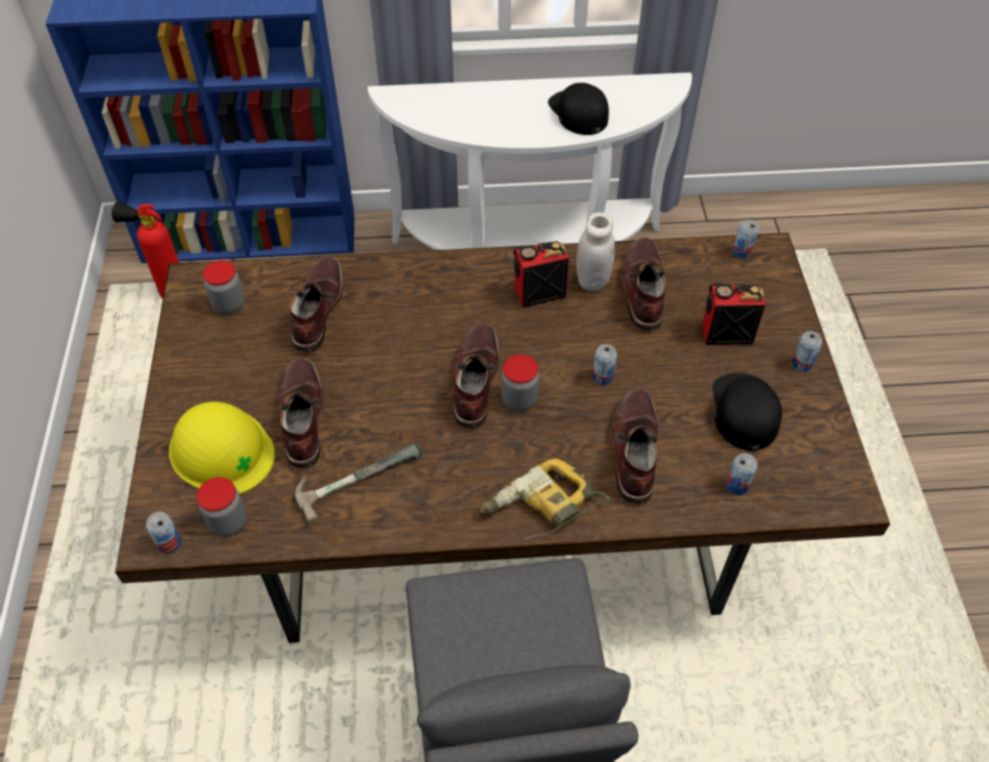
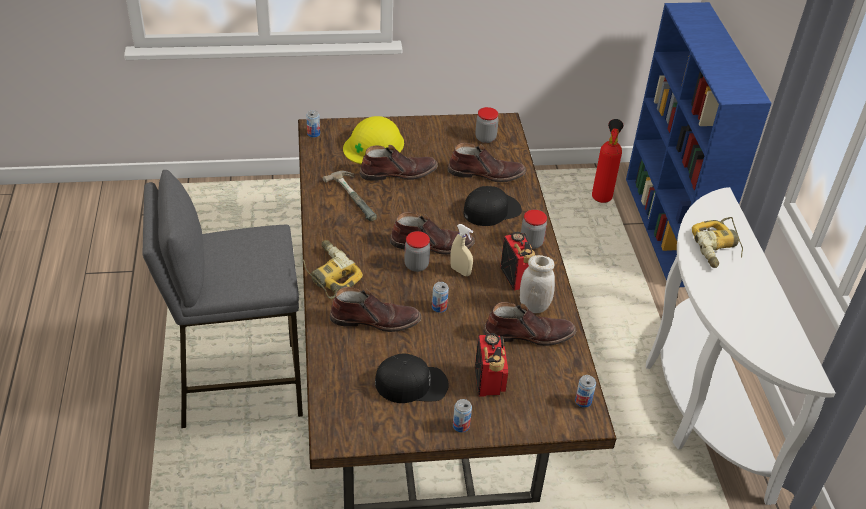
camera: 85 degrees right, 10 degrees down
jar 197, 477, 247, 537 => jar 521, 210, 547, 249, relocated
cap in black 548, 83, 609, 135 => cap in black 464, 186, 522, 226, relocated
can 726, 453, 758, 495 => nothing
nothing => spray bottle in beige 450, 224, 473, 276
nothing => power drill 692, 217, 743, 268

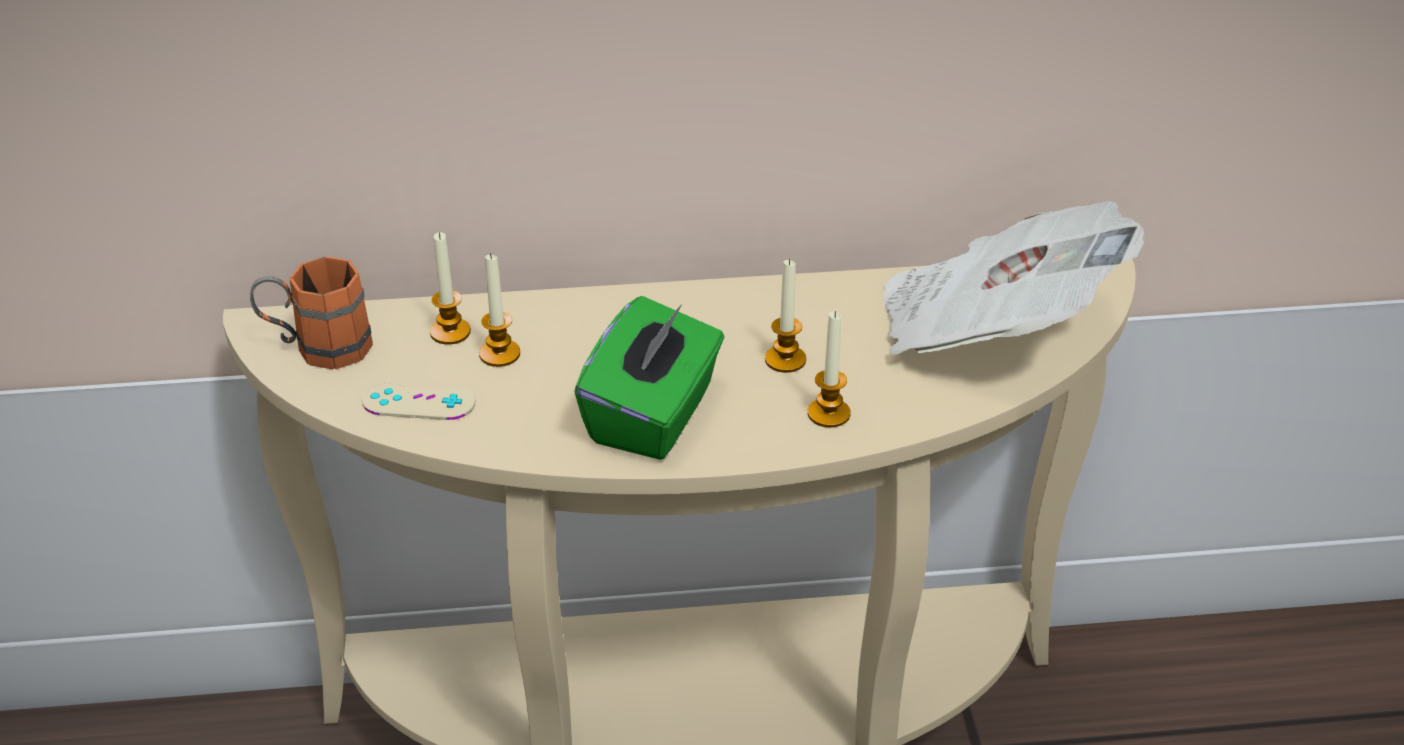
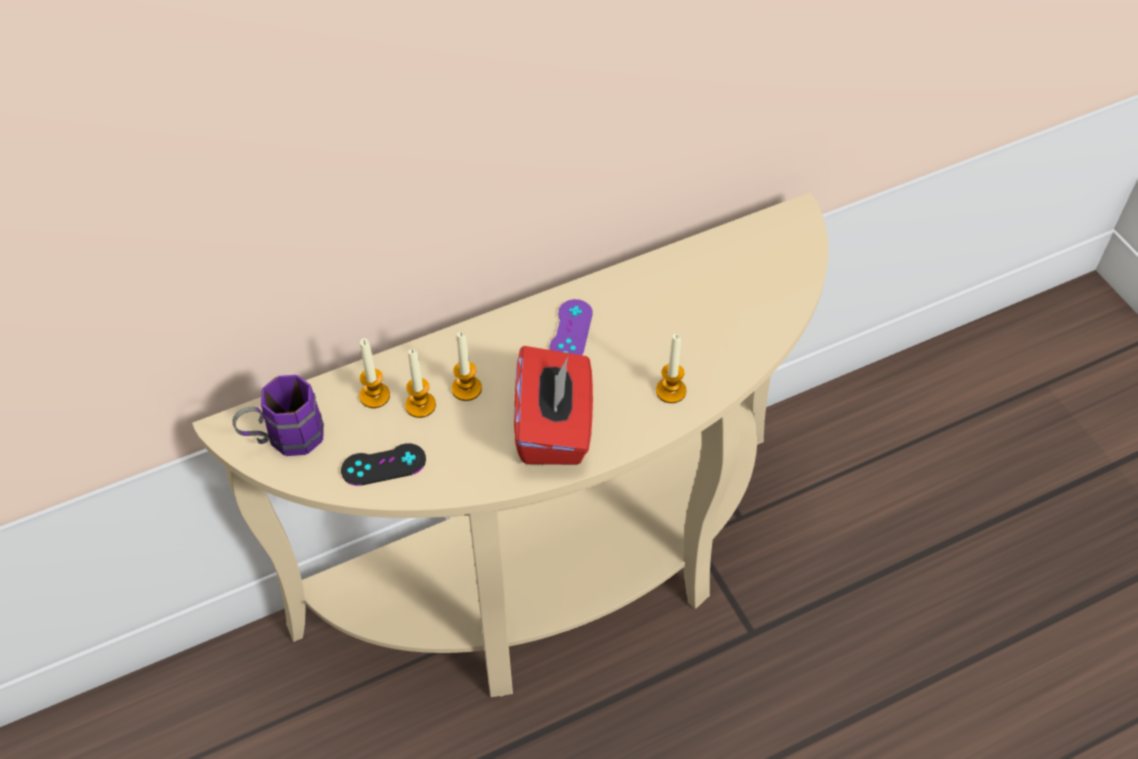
camera: 20 degrees left, 15 degrees up
mug in orange 250, 257, 373, 370 => mug in purple 232, 375, 324, 456
game controller in beige 362, 381, 475, 420 => game controller in black 341, 443, 426, 486
tissue box in green 574, 296, 724, 460 => tissue box in red 514, 346, 593, 465
candle 765, 259, 806, 373 => candle 451, 332, 482, 401, relocated
newspaper 884, 201, 1144, 355 => nothing
nothing => game controller in purple 550, 299, 593, 355

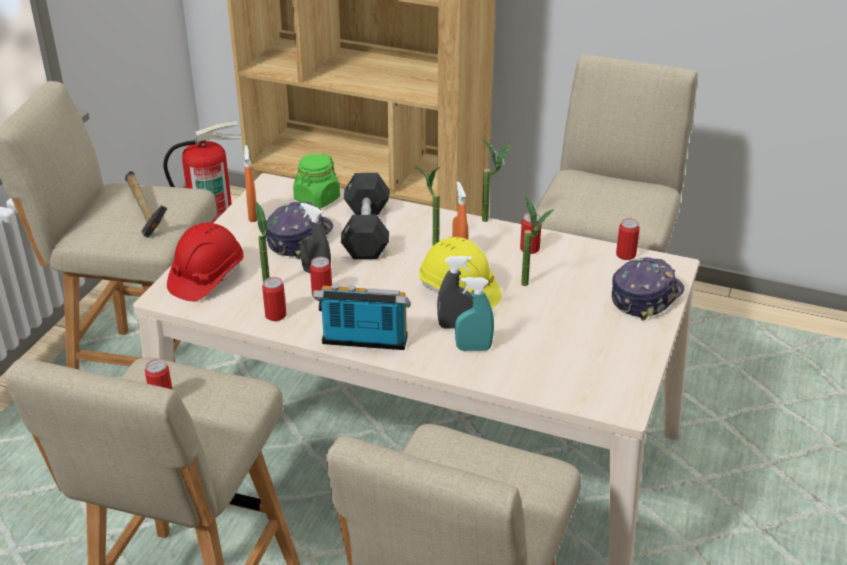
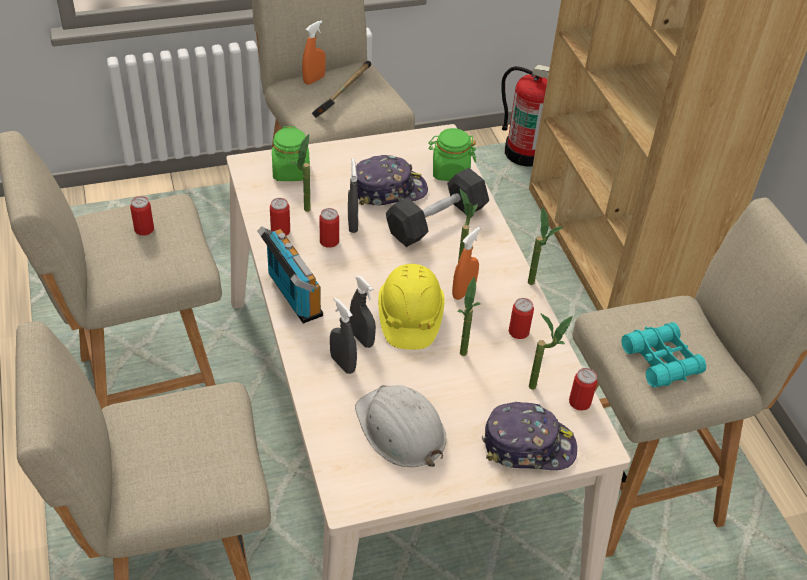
camera: 50 degrees right, 10 degrees up
hard hat in red 167, 223, 243, 301 => jar in green 272, 126, 310, 181
spray bottle in orange 244, 145, 257, 222 => spray bottle in orange 302, 20, 326, 85, relocated
spray bottle in turquoise 455, 277, 494, 351 => spray bottle in grey 330, 297, 357, 374
nothing => hard hat in white 355, 385, 446, 467
nothing => potted plant 529, 313, 573, 390
nothing => binoculars in turquoise 621, 322, 706, 387

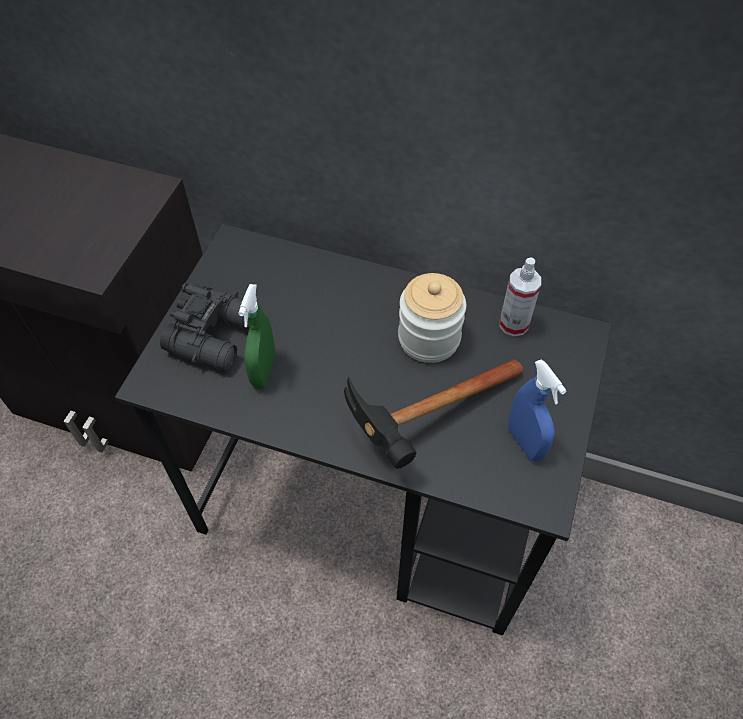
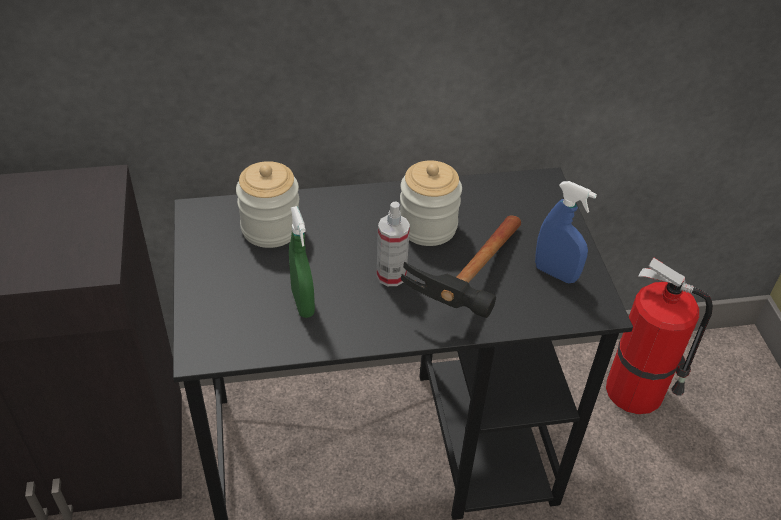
camera: 30 degrees left, 10 degrees down
binoculars in black 160, 283, 249, 371 => nothing
spray bottle 500, 258, 541, 336 => spray bottle 376, 201, 410, 286, relocated
nothing => jar 236, 161, 299, 248
nothing => fire extinguisher 606, 258, 713, 414

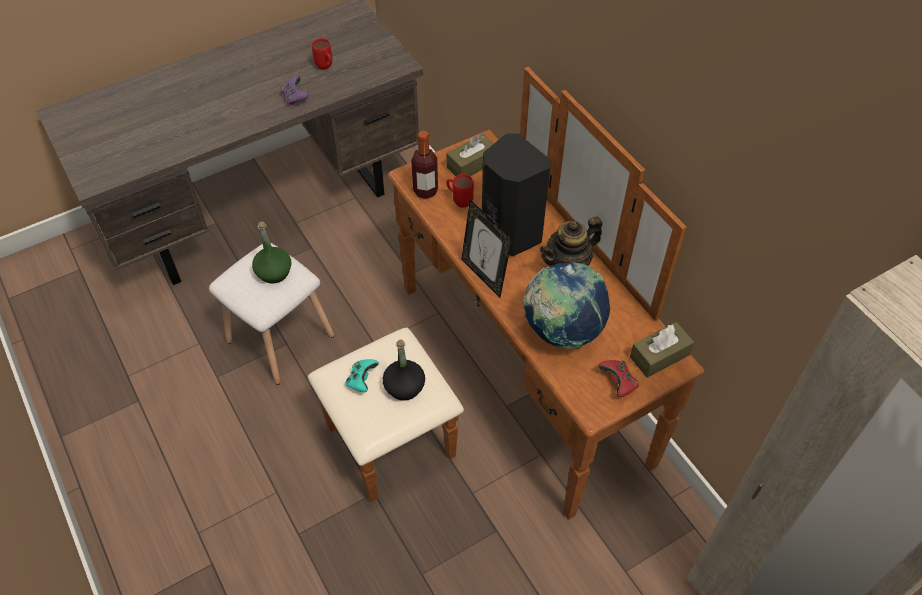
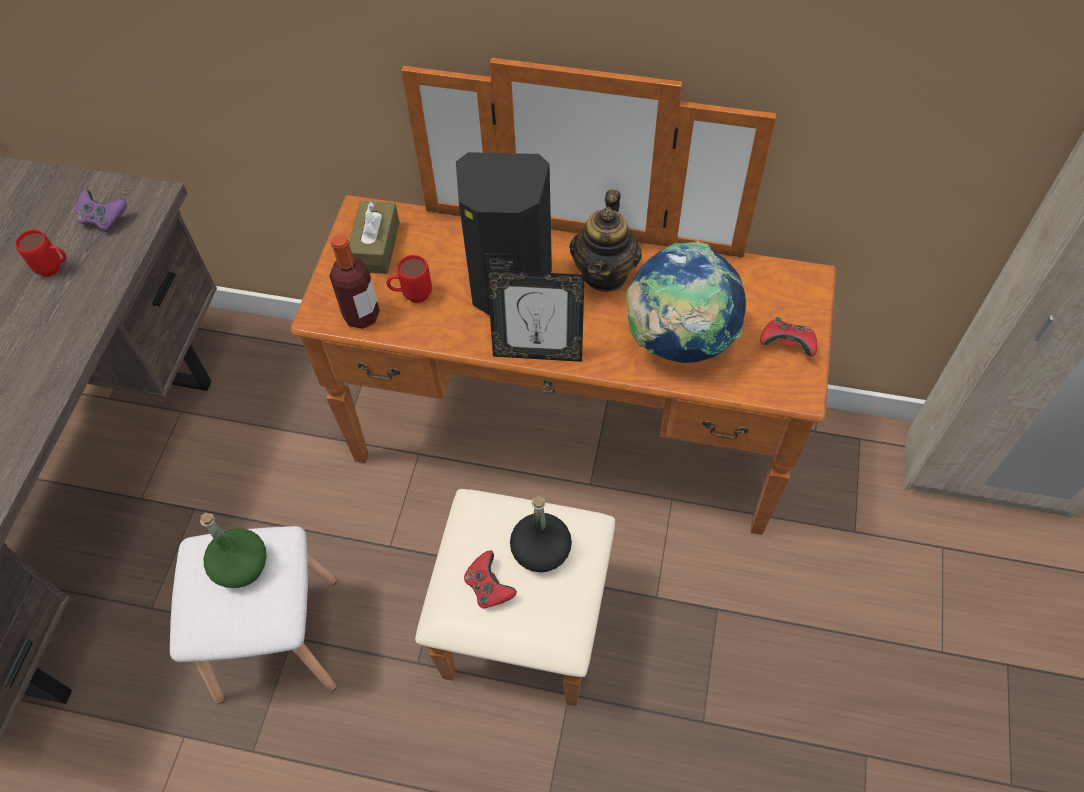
camera: 45 degrees left, 5 degrees up
game controller in purple 281, 76, 309, 106 => game controller in purple 75, 190, 127, 232, relocated
game controller in turquoise 346, 359, 379, 392 => game controller in red 464, 550, 517, 609
tissue box in brown 630, 322, 694, 378 => nothing

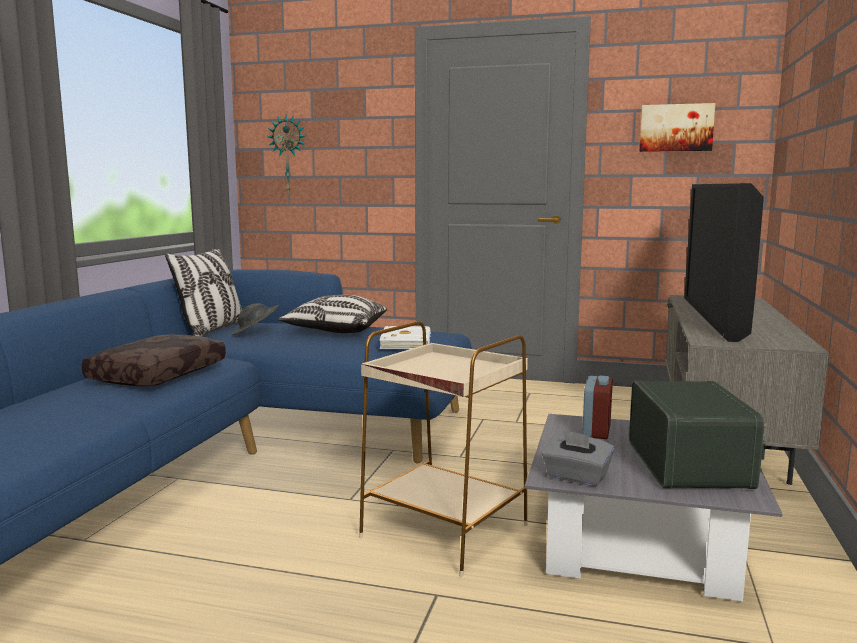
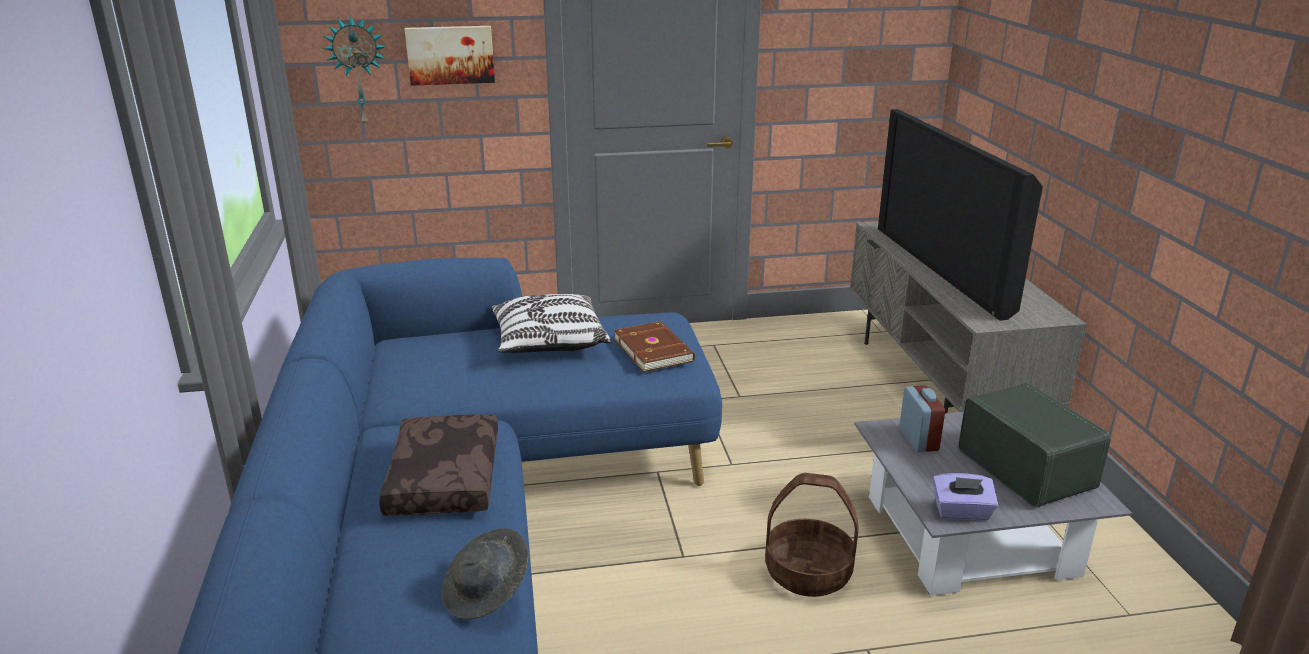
camera: 25 degrees left, 15 degrees up
pillow 165, 248, 242, 337 => nothing
hat in grey 232, 304, 279, 335 => hat in grey 442, 528, 529, 620, relocated
side table in beige 359, 321, 528, 577 => basket 765, 473, 859, 597
book in white 380, 326, 431, 349 => book in brown 613, 321, 695, 372
tissue box in grey 542, 430, 614, 486 => tissue box in purple 933, 473, 998, 521
picture 639, 103, 715, 152 => picture 405, 26, 495, 86, relocated

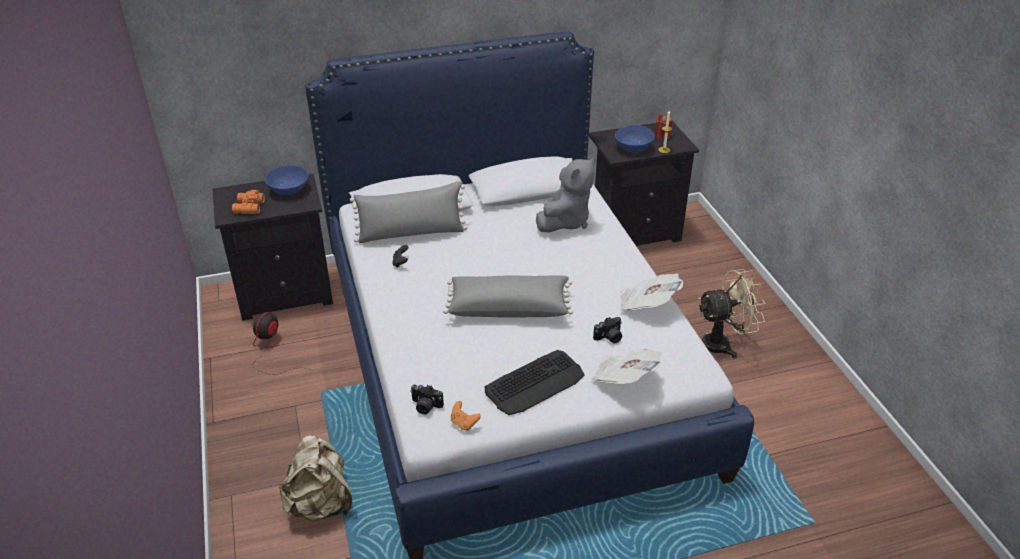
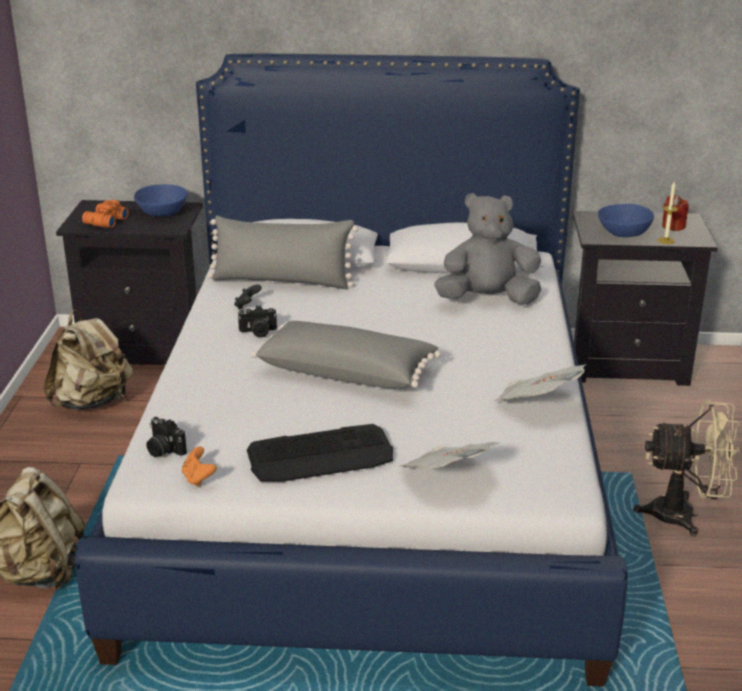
camera: 20 degrees right, 10 degrees down
fan 253, 312, 313, 375 => backpack in beige 44, 310, 133, 411
plush toy in grey 536, 157, 595, 233 => plush toy in grey 434, 193, 541, 305, 150 degrees counterclockwise
photo camera 593, 317, 622, 343 => photo camera 238, 305, 277, 338, relocated

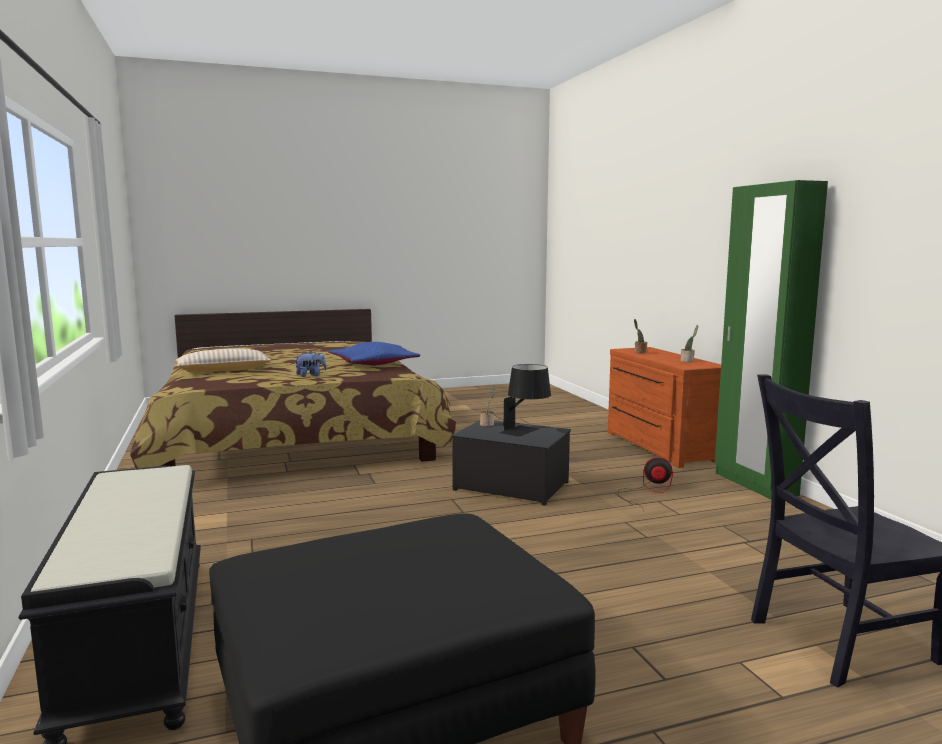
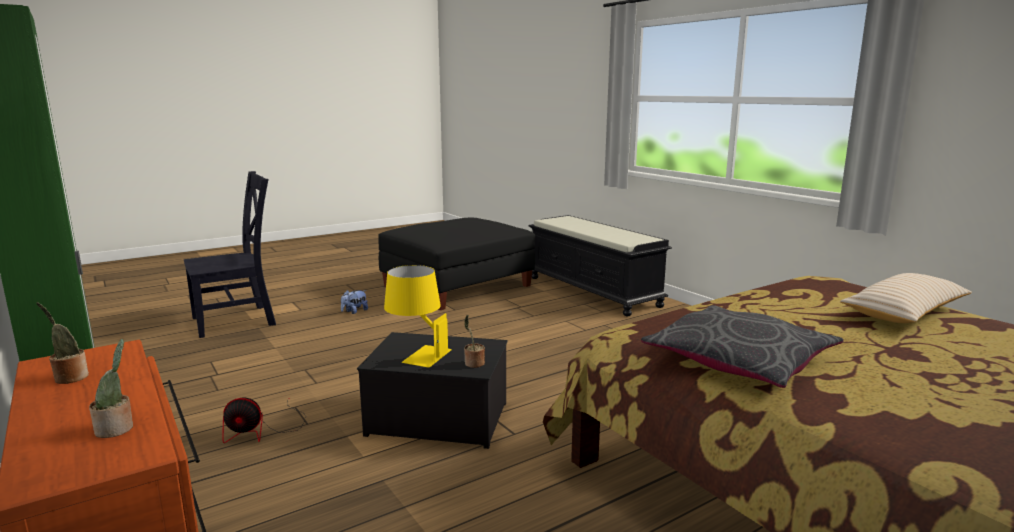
camera: 165 degrees right, 5 degrees up
plush toy 296, 351, 327, 377 => plush toy 341, 290, 368, 314, relocated
pillow in blue 328, 342, 420, 365 => pillow in grey 641, 305, 844, 388
table lamp in black 499, 364, 551, 437 => table lamp in yellow 384, 265, 452, 368

